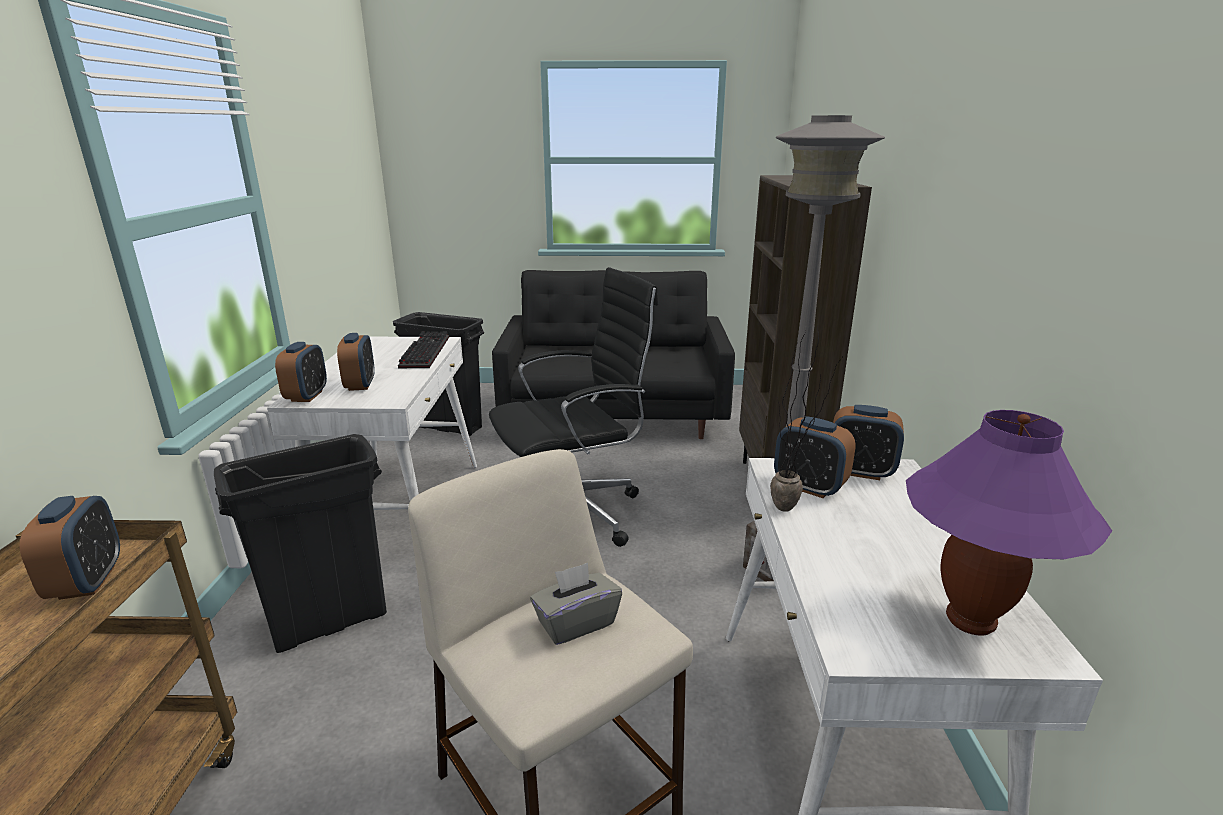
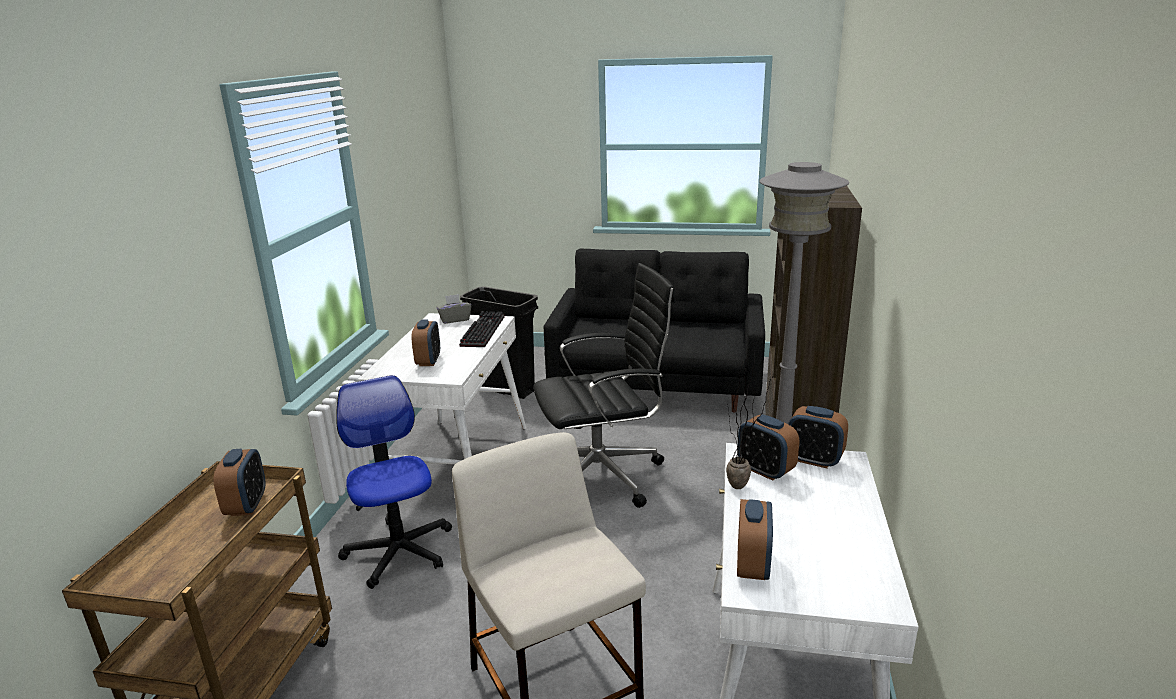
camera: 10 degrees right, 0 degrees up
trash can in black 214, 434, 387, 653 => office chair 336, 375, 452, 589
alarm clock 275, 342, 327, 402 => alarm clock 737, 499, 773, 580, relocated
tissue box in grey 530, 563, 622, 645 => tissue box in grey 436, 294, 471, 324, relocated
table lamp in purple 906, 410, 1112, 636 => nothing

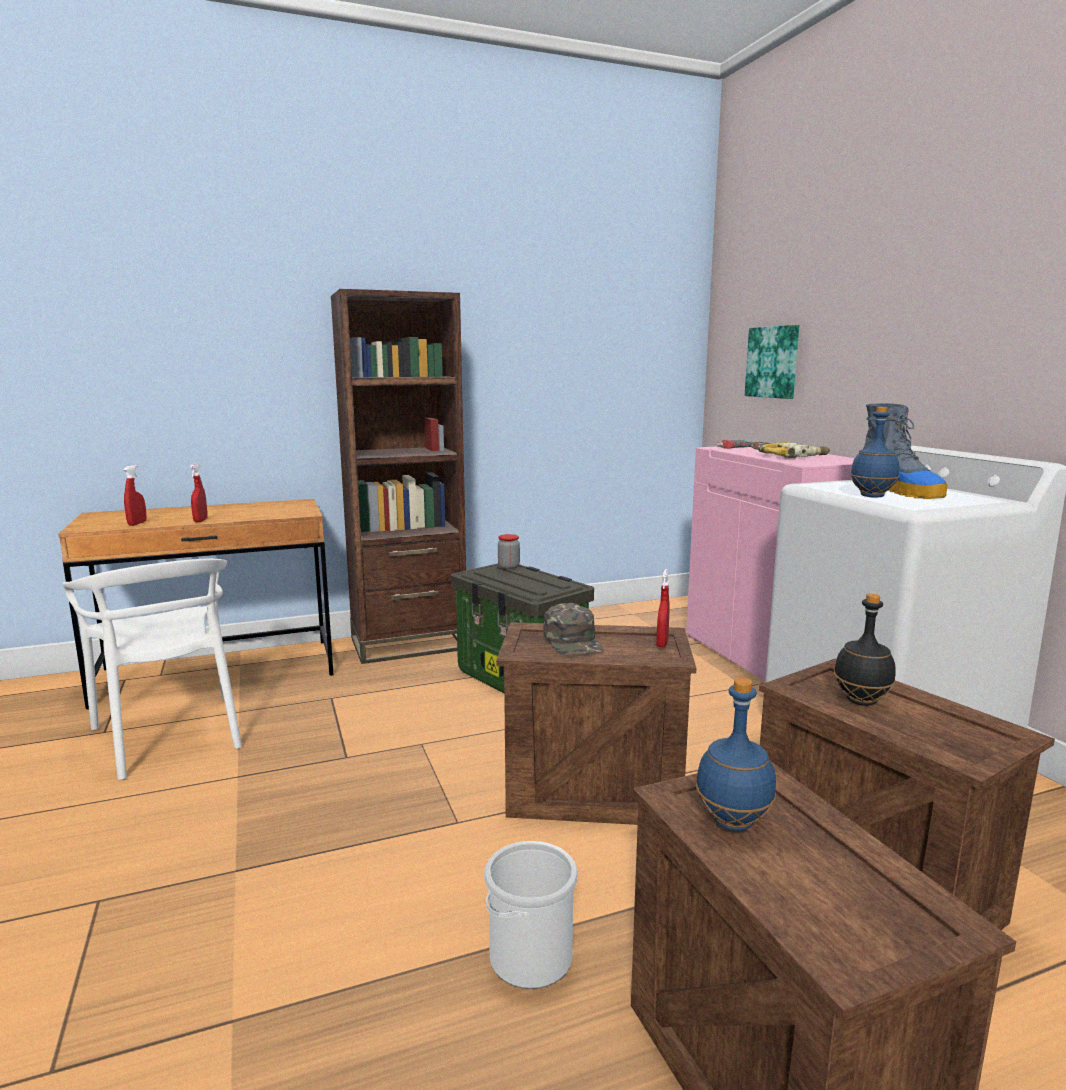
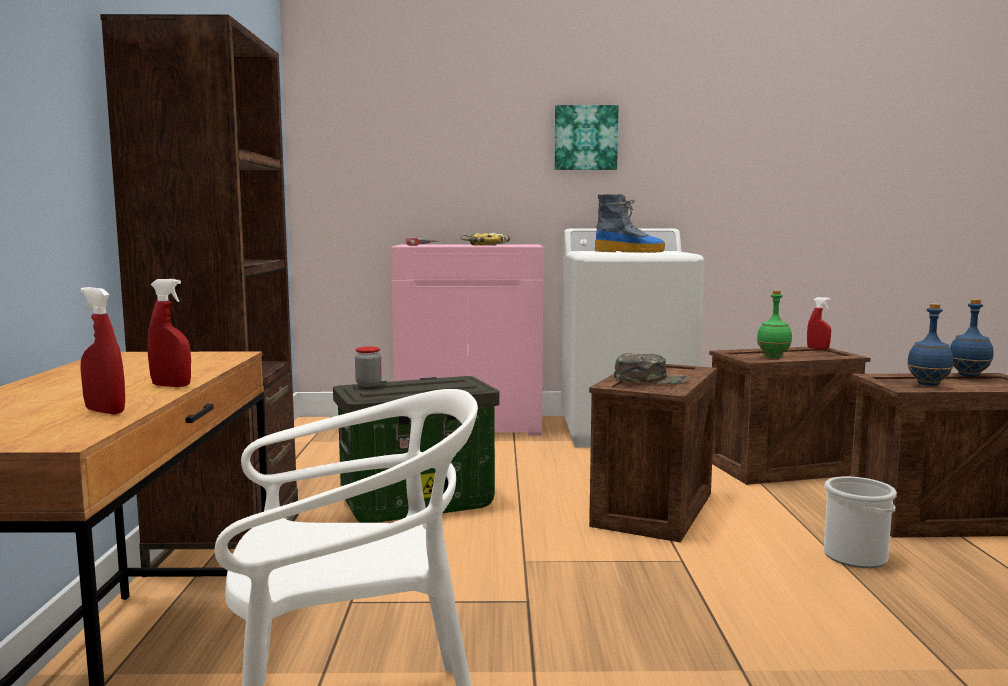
camera: 70 degrees left, 5 degrees down
spray bottle in red 656, 569, 669, 647 => spray bottle in red 807, 297, 831, 349, relocated
picture 745, 325, 799, 399 => picture 554, 105, 618, 170, relocated
bottle in black 834, 593, 895, 706 => bottle in green 757, 290, 792, 358
bottle in blue 850, 407, 899, 498 => bottle in blue 950, 299, 993, 377, relocated

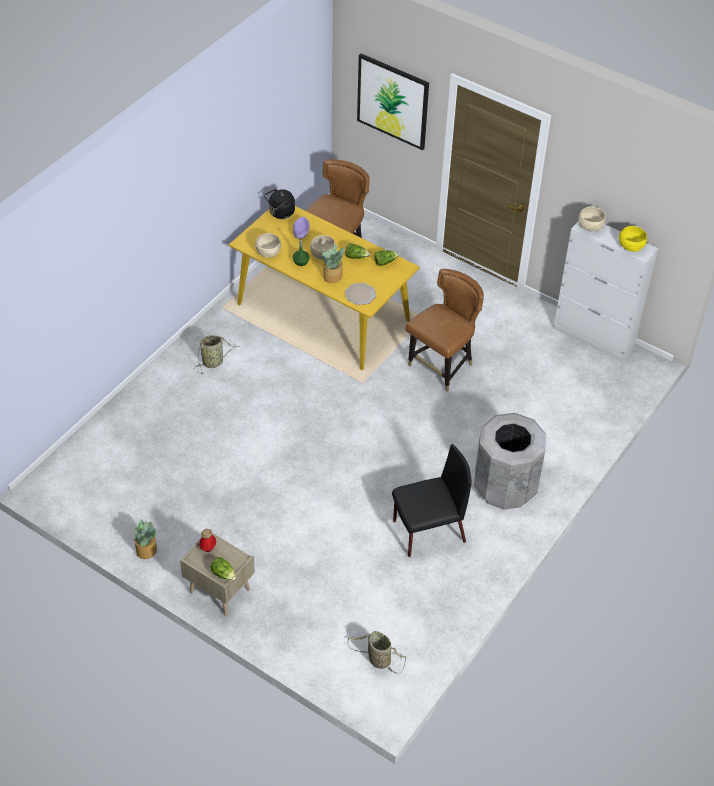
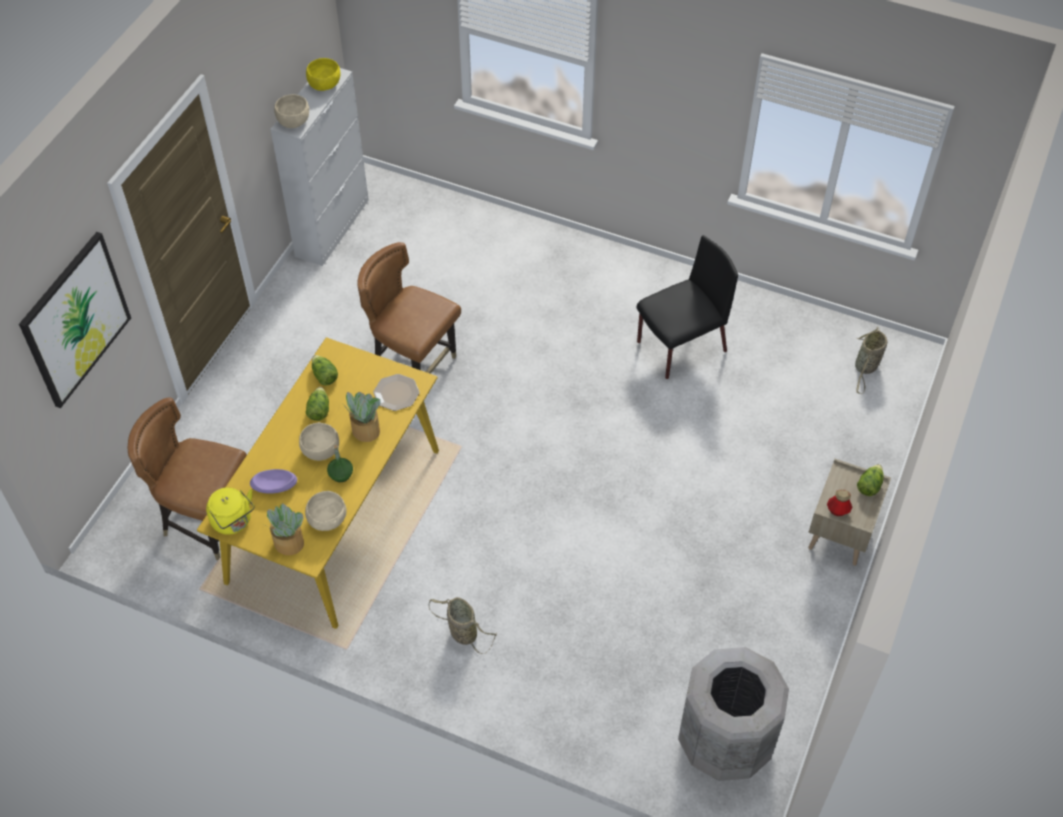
camera: 100 degrees left, 5 degrees up
potted plant 131, 520, 157, 559 => potted plant 266, 503, 304, 555, relocated
kettle in black 264, 188, 295, 219 => kettle in yellow 206, 487, 254, 535
chair in black 392, 444, 472, 557 => chair in black 636, 235, 738, 379, 90 degrees clockwise
trash can in grey 474, 413, 546, 510 => trash can in grey 678, 647, 789, 781, relocated

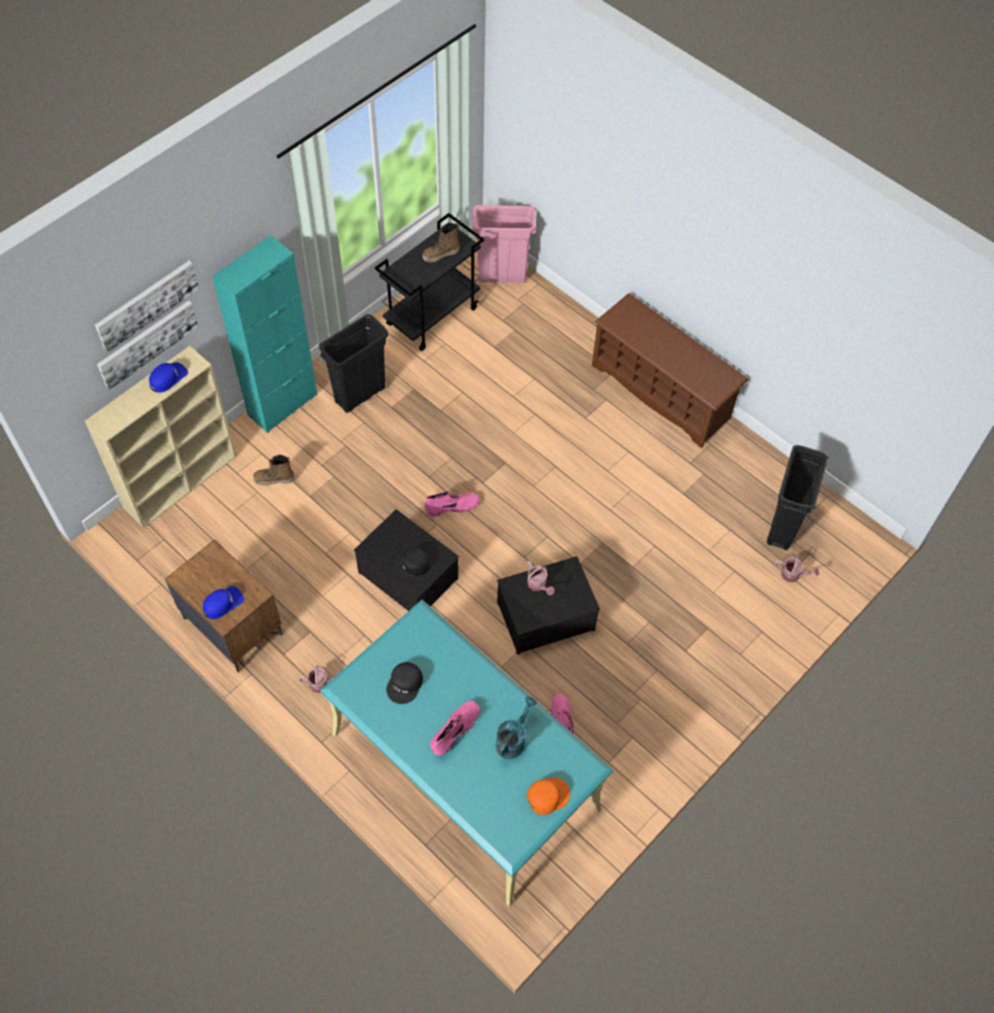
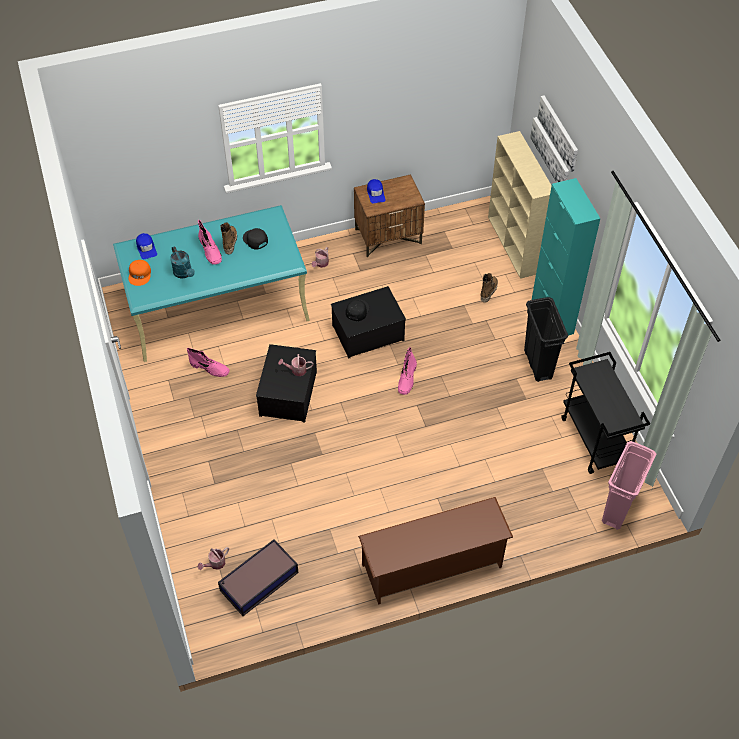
camera: 120 degrees right, 5 degrees down
cap in blue 149, 362, 188, 393 => cap in blue 136, 233, 157, 259, relocated
boot 423, 222, 460, 263 => boot 220, 222, 237, 254, relocated
trash can in black 767, 445, 828, 550 => storage box 218, 539, 299, 616

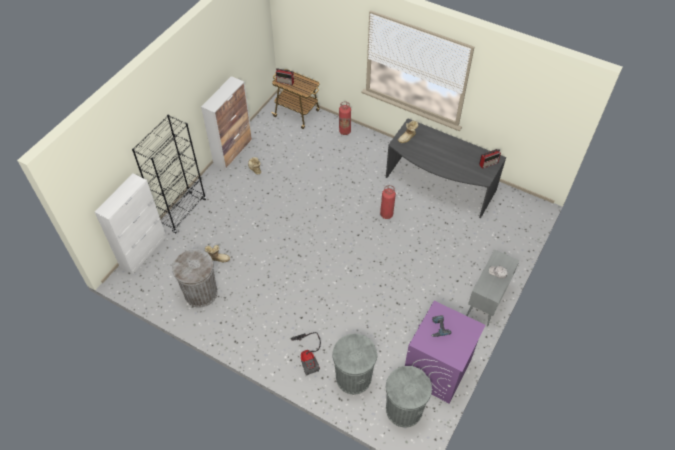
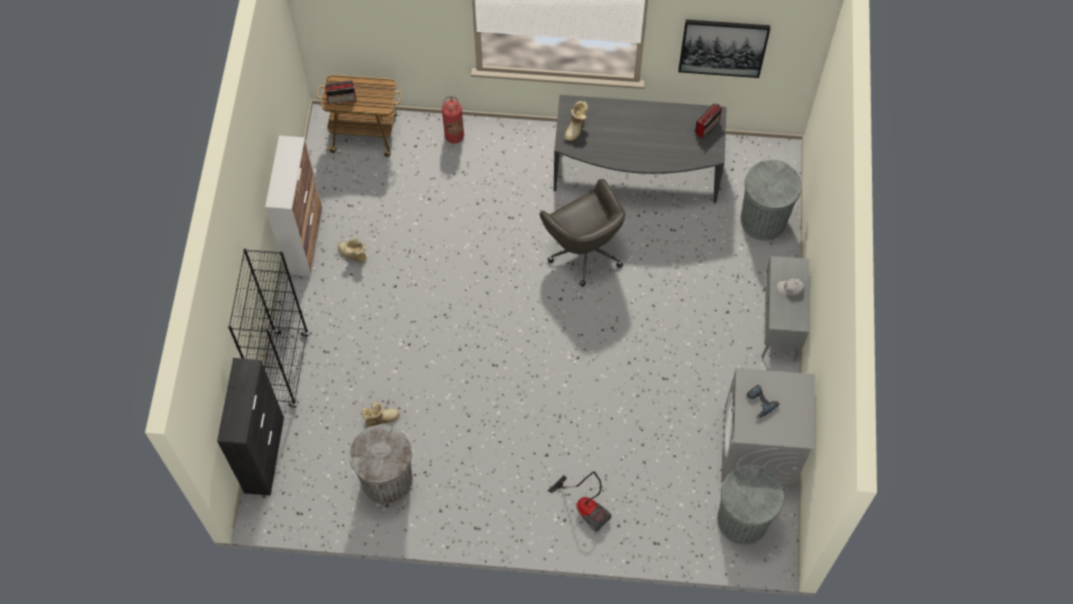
camera: 25 degrees left, 10 degrees up
cabinet in white 95, 173, 166, 274 => cabinet in black 217, 358, 284, 496
trash can in grey 332, 333, 377, 394 => trash can in grey 740, 160, 802, 241, relocated
fire extinguisher 380, 185, 396, 219 => office chair in grey 539, 179, 626, 287
washing machine in purple 405, 301, 486, 403 => washing machine in grey 721, 368, 815, 487
nothing => picture 678, 19, 770, 78

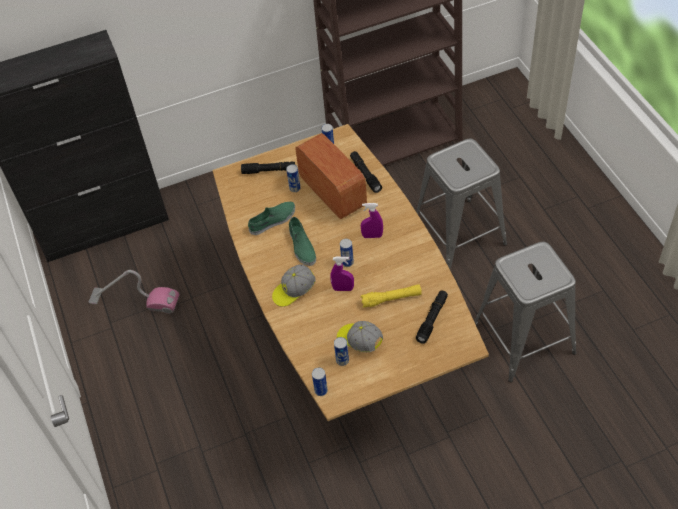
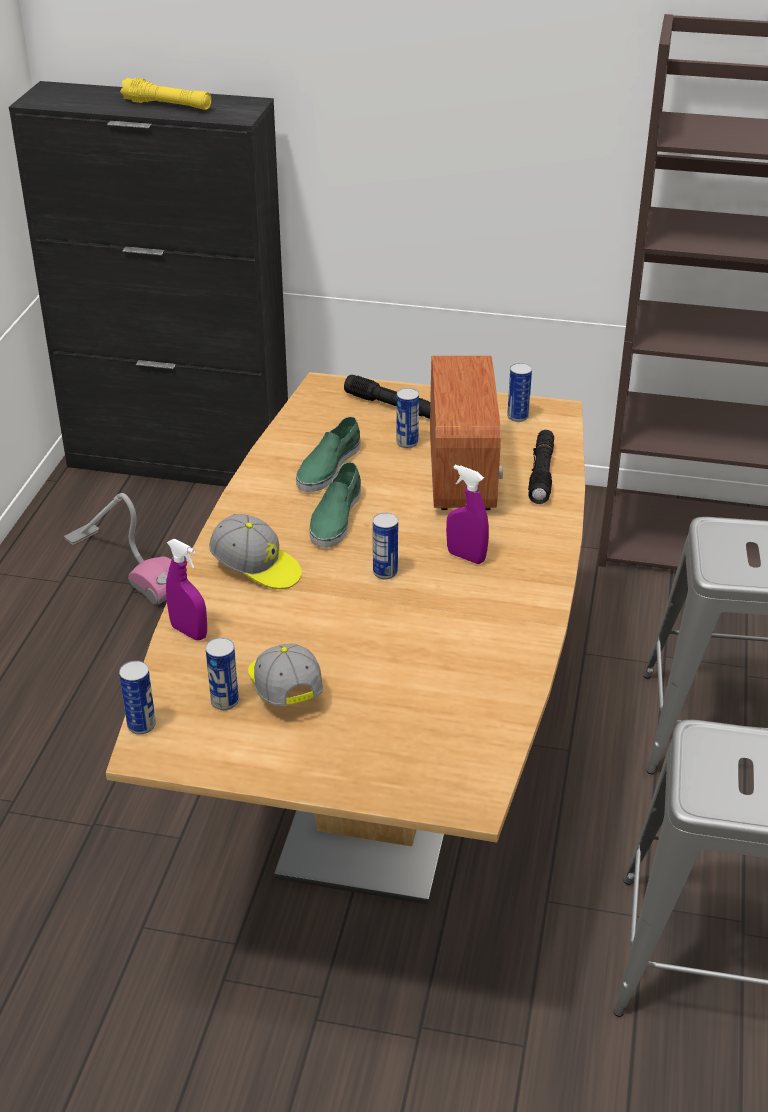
camera: 30 degrees right, 15 degrees down
shoe in green 248, 202, 295, 235 => shoe in green 296, 417, 361, 492, 120 degrees clockwise
cap 272, 264, 315, 307 => cap 209, 513, 302, 589, 150 degrees counterclockwise
spray bottle in purple 330, 257, 354, 291 => spray bottle in purple 166, 539, 207, 640, relocated
flashlight in yellow 361, 284, 422, 308 => flashlight in yellow 120, 78, 211, 110, relocated
flashlight in black 416, 290, 448, 344 => nothing

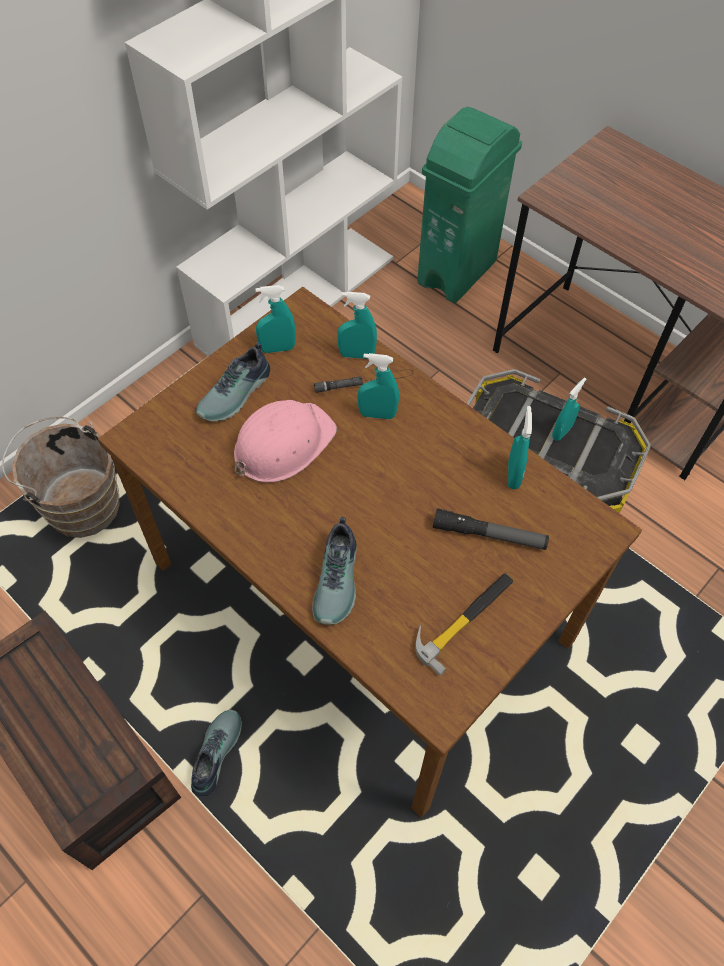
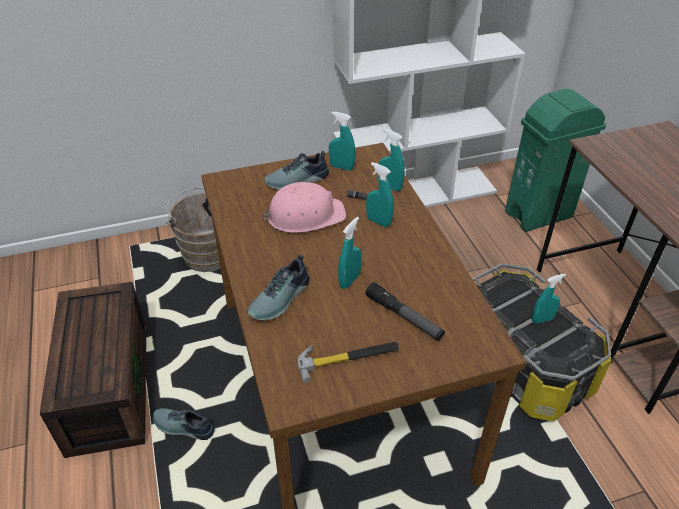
camera: 30 degrees right, 15 degrees down
shoe 191, 710, 242, 796 => shoe 153, 408, 215, 440, 120 degrees counterclockwise
spray bottle in turquoise 508, 406, 532, 490 => spray bottle in turquoise 338, 217, 362, 289, relocated

